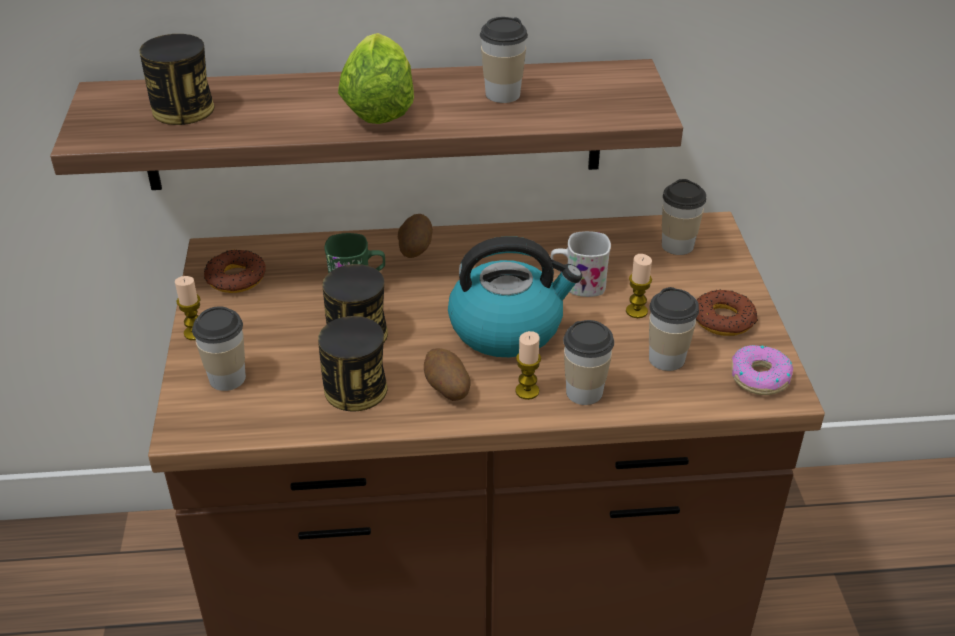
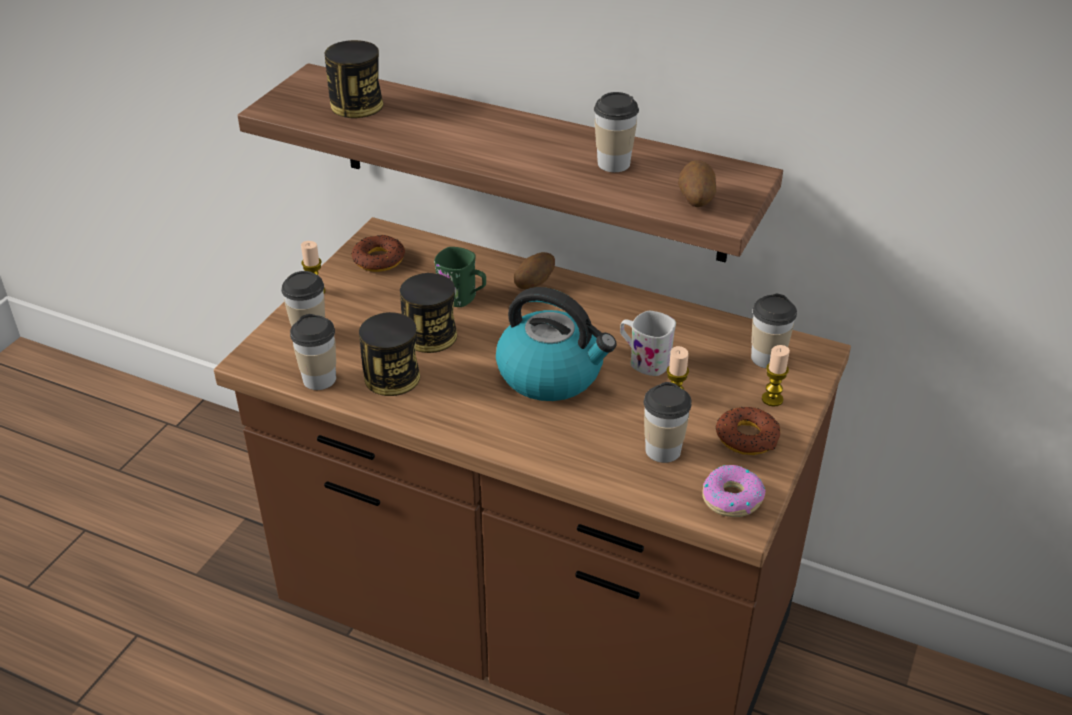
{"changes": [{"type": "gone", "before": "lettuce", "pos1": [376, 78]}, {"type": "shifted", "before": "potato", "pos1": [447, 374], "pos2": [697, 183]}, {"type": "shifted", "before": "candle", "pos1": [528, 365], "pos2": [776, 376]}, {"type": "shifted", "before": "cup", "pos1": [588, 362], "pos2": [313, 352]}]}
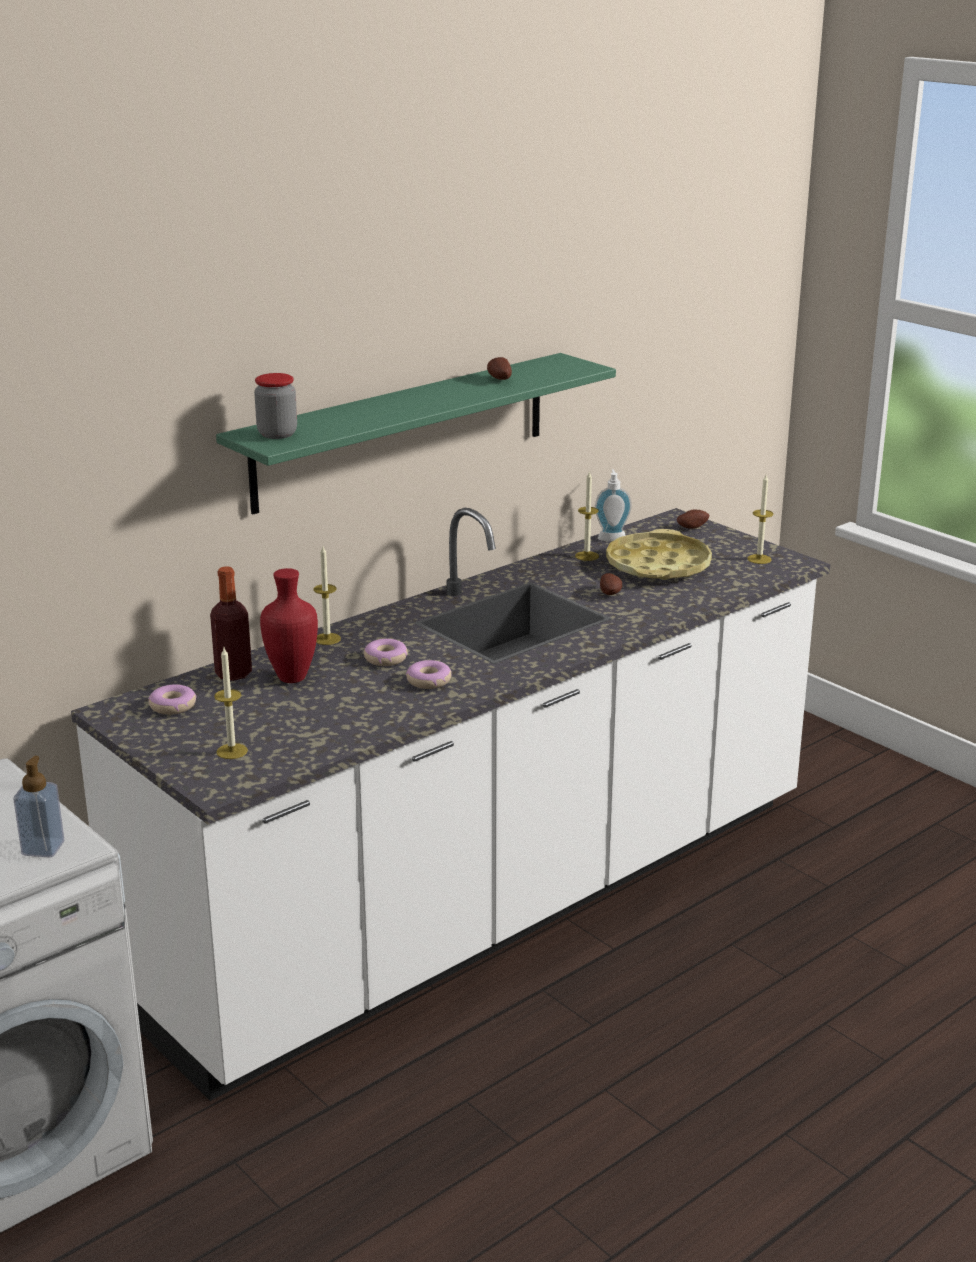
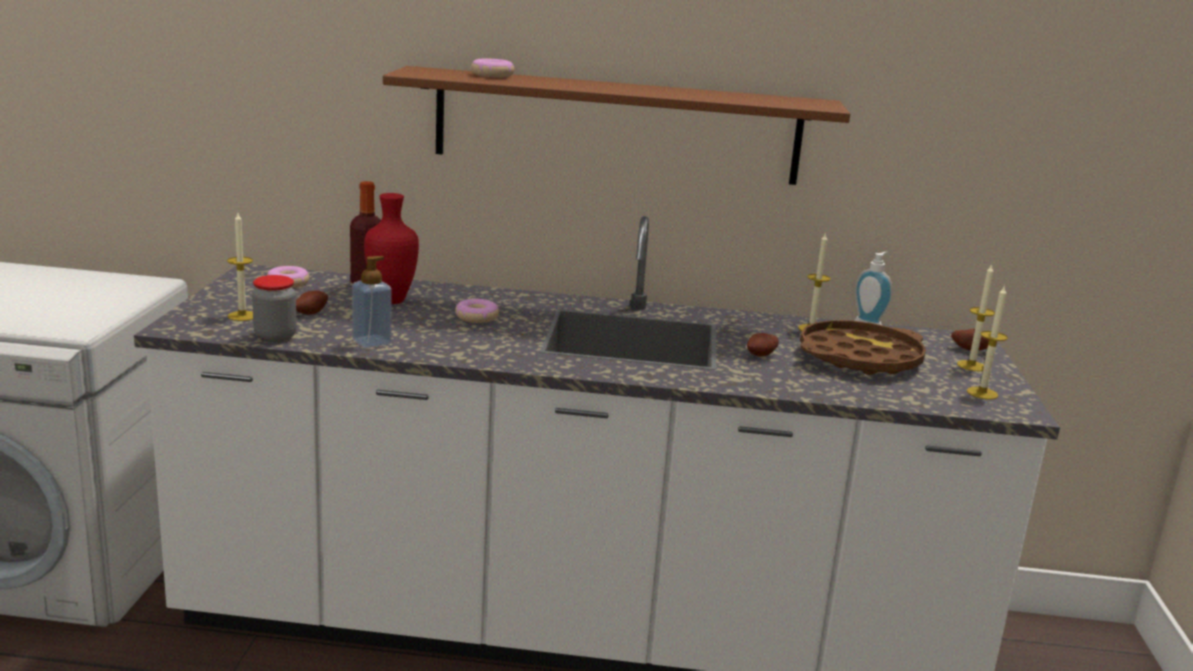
{"changes": [{"type": "shifted", "before": "soap dispenser", "pos1": [39, 806], "pos2": [372, 302]}, {"type": "shifted", "before": "jar", "pos1": [275, 406], "pos2": [274, 308]}, {"type": "shifted", "before": "candle", "pos1": [327, 595], "pos2": [976, 317]}, {"type": "shifted", "before": "donut", "pos1": [429, 674], "pos2": [493, 68]}, {"type": "shifted", "before": "potato", "pos1": [499, 368], "pos2": [312, 302]}, {"type": "repainted", "before": "green shelf", "after": "brown shelf", "pos1": [416, 433], "pos2": [616, 125]}, {"type": "repainted", "before": "yellow tray", "after": "brown tray", "pos1": [659, 554], "pos2": [863, 347]}]}
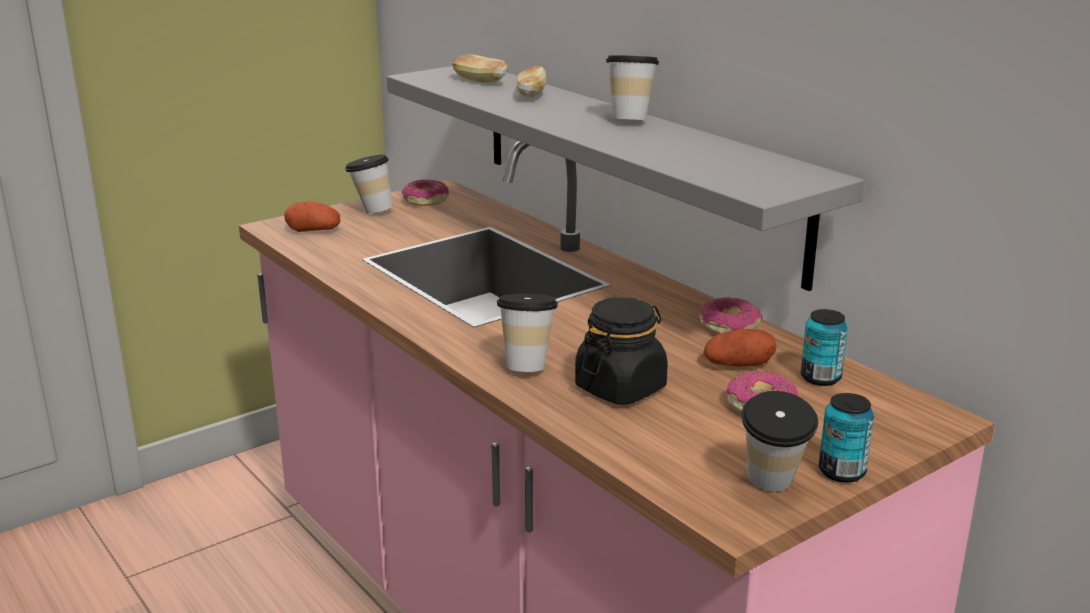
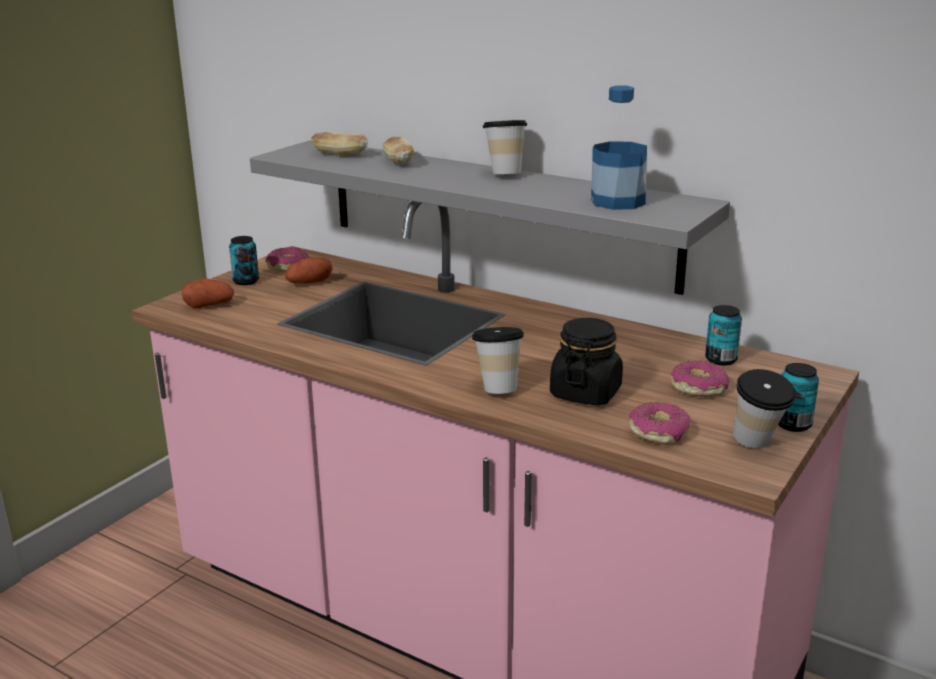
{"changes": [{"type": "new", "after": "bottle", "pos2": [619, 148]}, {"type": "shifted", "before": "donut", "pos1": [730, 315], "pos2": [659, 423]}, {"type": "shifted", "before": "potato", "pos1": [740, 348], "pos2": [308, 270]}, {"type": "swapped", "before": "cup", "after": "can", "pos1": [369, 184], "pos2": [244, 260]}]}
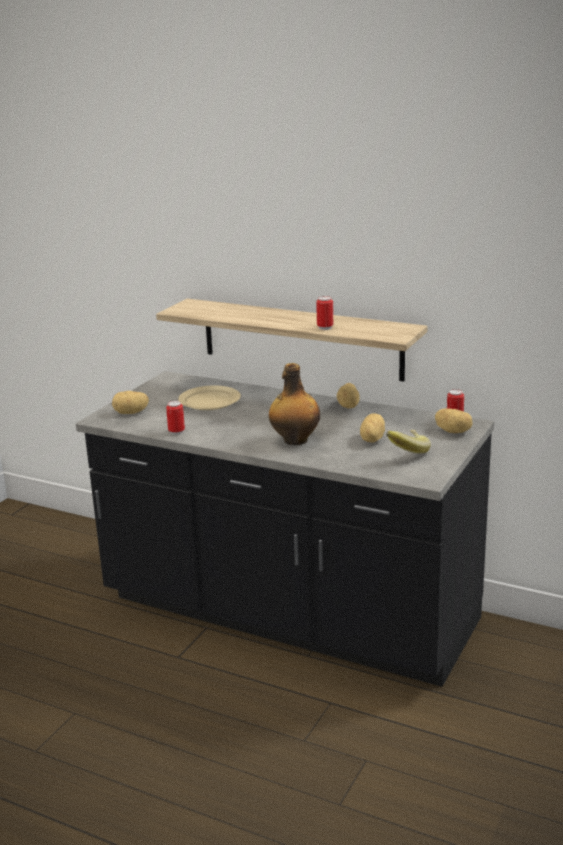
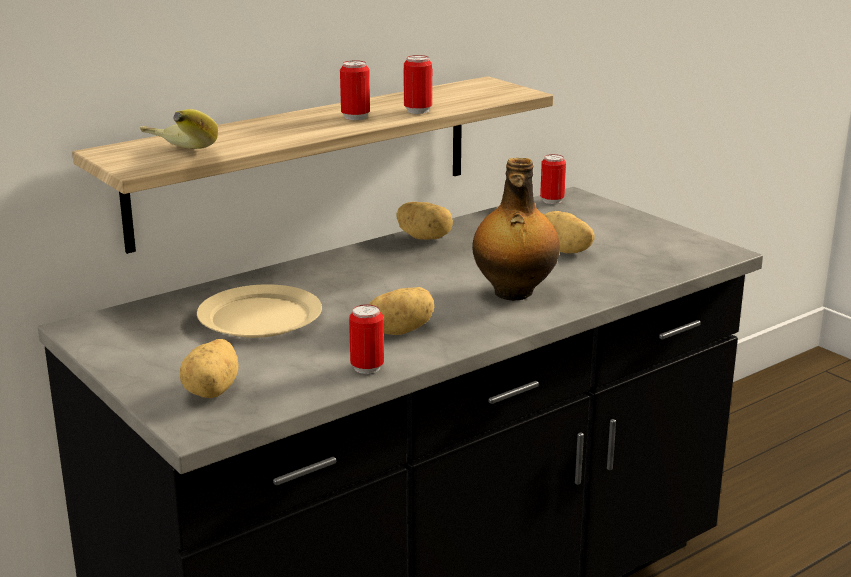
{"changes": [{"type": "new", "after": "can", "pos2": [355, 90]}, {"type": "shifted", "before": "banana", "pos1": [408, 442], "pos2": [179, 129]}, {"type": "shifted", "before": "potato", "pos1": [454, 420], "pos2": [402, 311]}]}
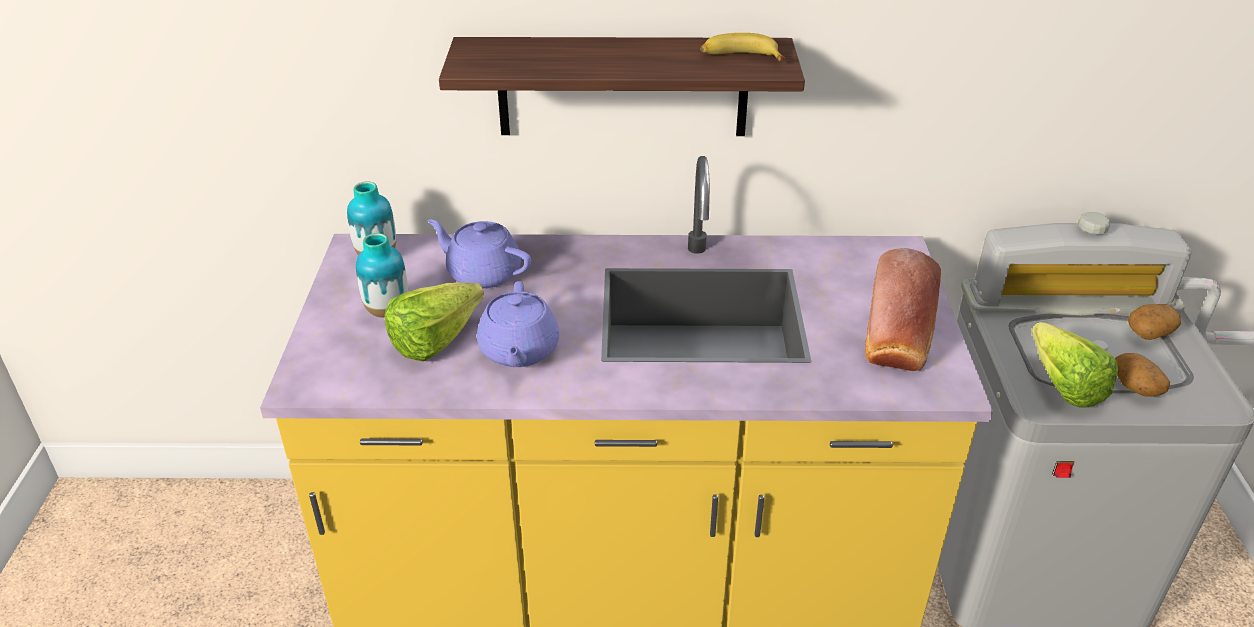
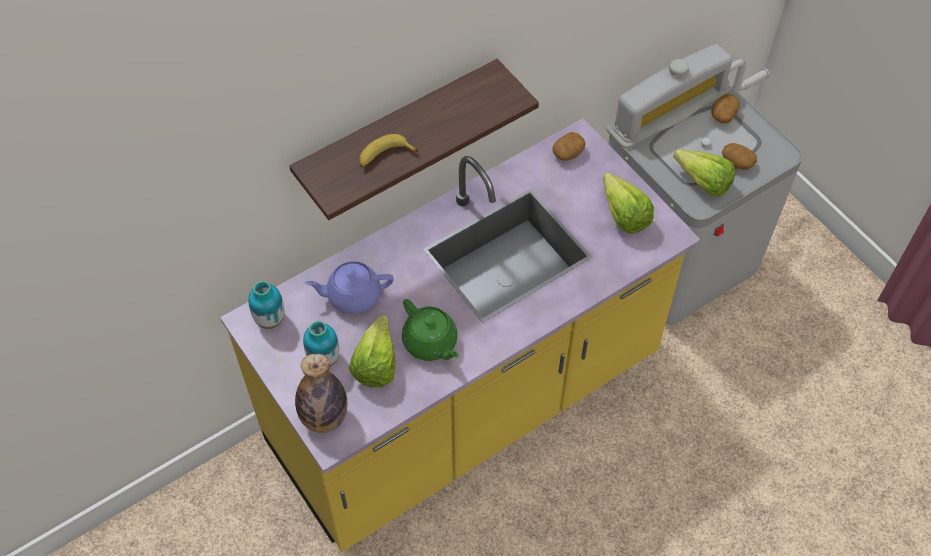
{"changes": [{"type": "new", "after": "bottle", "pos2": [321, 393]}, {"type": "new", "after": "potato", "pos2": [569, 146]}, {"type": "shifted", "before": "banana", "pos1": [742, 47], "pos2": [388, 150]}, {"type": "swapped", "before": "bread", "after": "lettuce", "pos1": [903, 309], "pos2": [628, 203]}, {"type": "repainted", "before": "purple teapot", "after": "green teapot", "pos1": [518, 324], "pos2": [430, 330]}]}
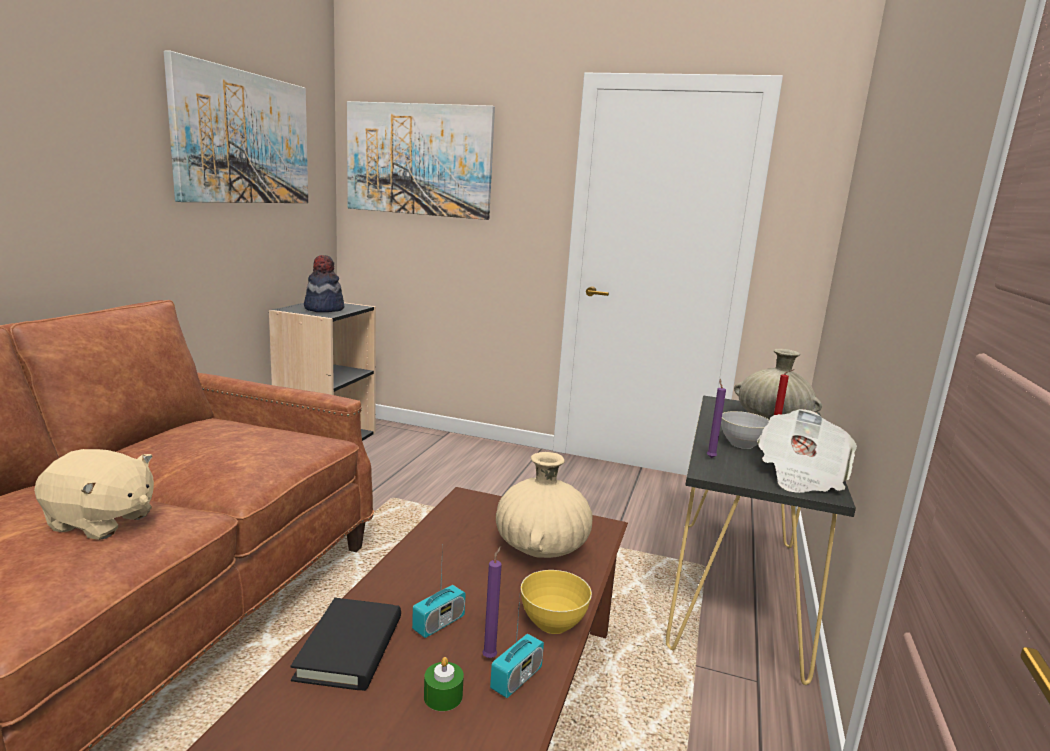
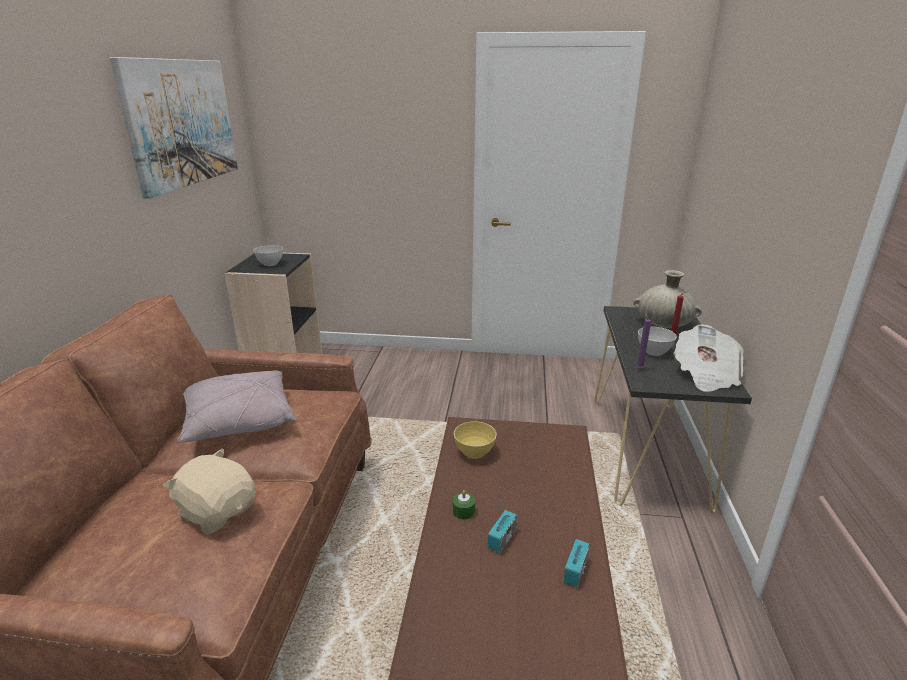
{"changes": [{"type": "gone", "before": "black book", "pos1": [345, 644]}, {"type": "gone", "before": "picture", "pos1": [421, 160]}, {"type": "gone", "before": "purple candle", "pos1": [492, 602]}, {"type": "gone", "before": "beige vase", "pos1": [544, 505]}, {"type": "new", "after": "purple pillow", "pos2": [236, 406]}, {"type": "shifted", "before": "green candle", "pos1": [444, 684], "pos2": [464, 505]}, {"type": "shifted", "before": "yellow bowl", "pos1": [556, 602], "pos2": [475, 440]}, {"type": "swapped", "before": "hat", "after": "grey bowl", "pos1": [324, 283], "pos2": [268, 255]}, {"type": "rotated", "before": "beige plush toy", "pos1": [94, 494], "pos2": [209, 491], "turn": -150}]}
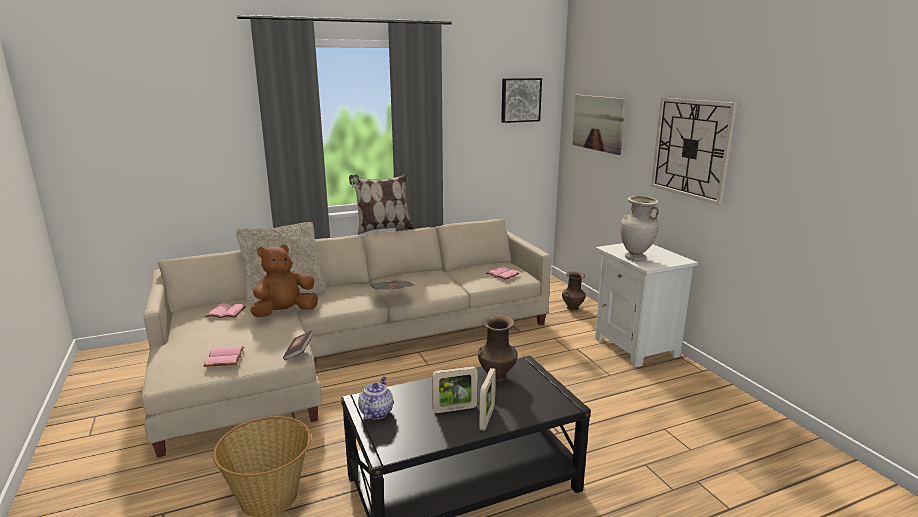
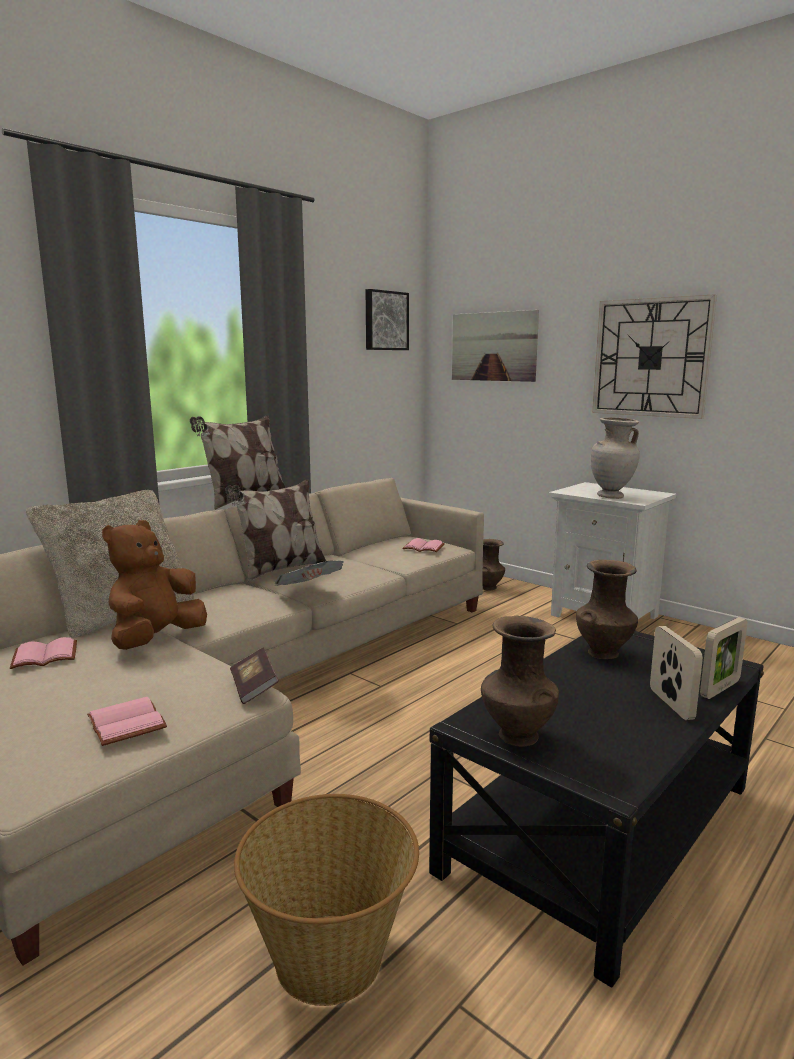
{"changes": [{"type": "new", "after": "pillow", "pos2": [275, 530]}, {"type": "shifted", "before": "picture frame", "pos1": [455, 389], "pos2": [723, 658]}, {"type": "swapped", "before": "teapot", "after": "brown vase", "pos1": [375, 398], "pos2": [520, 681]}]}
